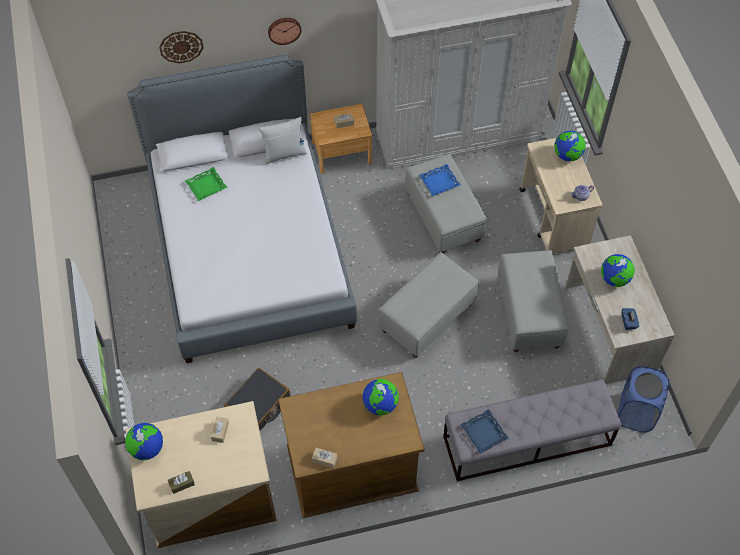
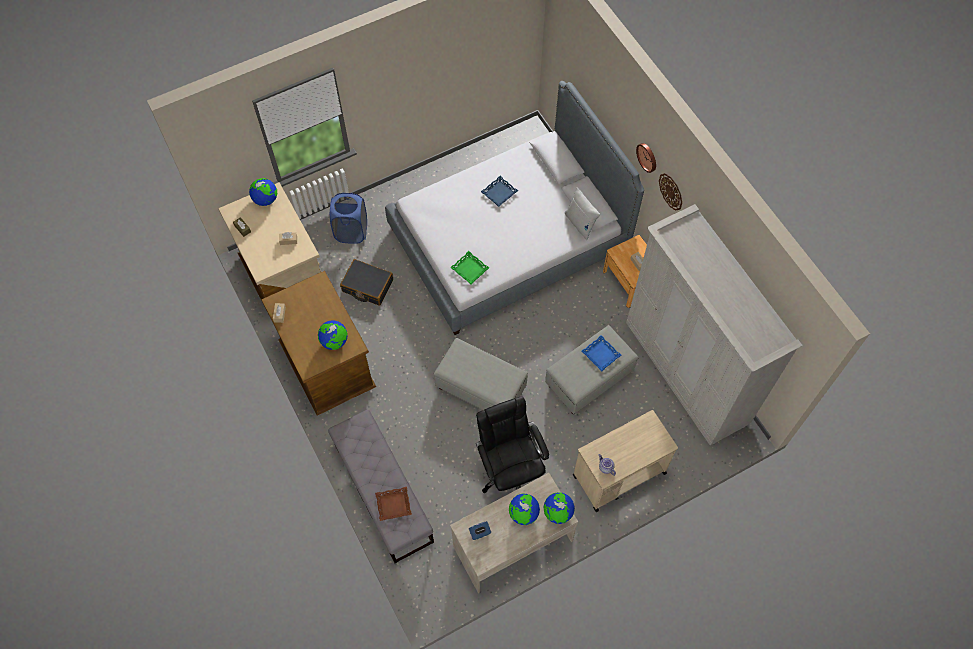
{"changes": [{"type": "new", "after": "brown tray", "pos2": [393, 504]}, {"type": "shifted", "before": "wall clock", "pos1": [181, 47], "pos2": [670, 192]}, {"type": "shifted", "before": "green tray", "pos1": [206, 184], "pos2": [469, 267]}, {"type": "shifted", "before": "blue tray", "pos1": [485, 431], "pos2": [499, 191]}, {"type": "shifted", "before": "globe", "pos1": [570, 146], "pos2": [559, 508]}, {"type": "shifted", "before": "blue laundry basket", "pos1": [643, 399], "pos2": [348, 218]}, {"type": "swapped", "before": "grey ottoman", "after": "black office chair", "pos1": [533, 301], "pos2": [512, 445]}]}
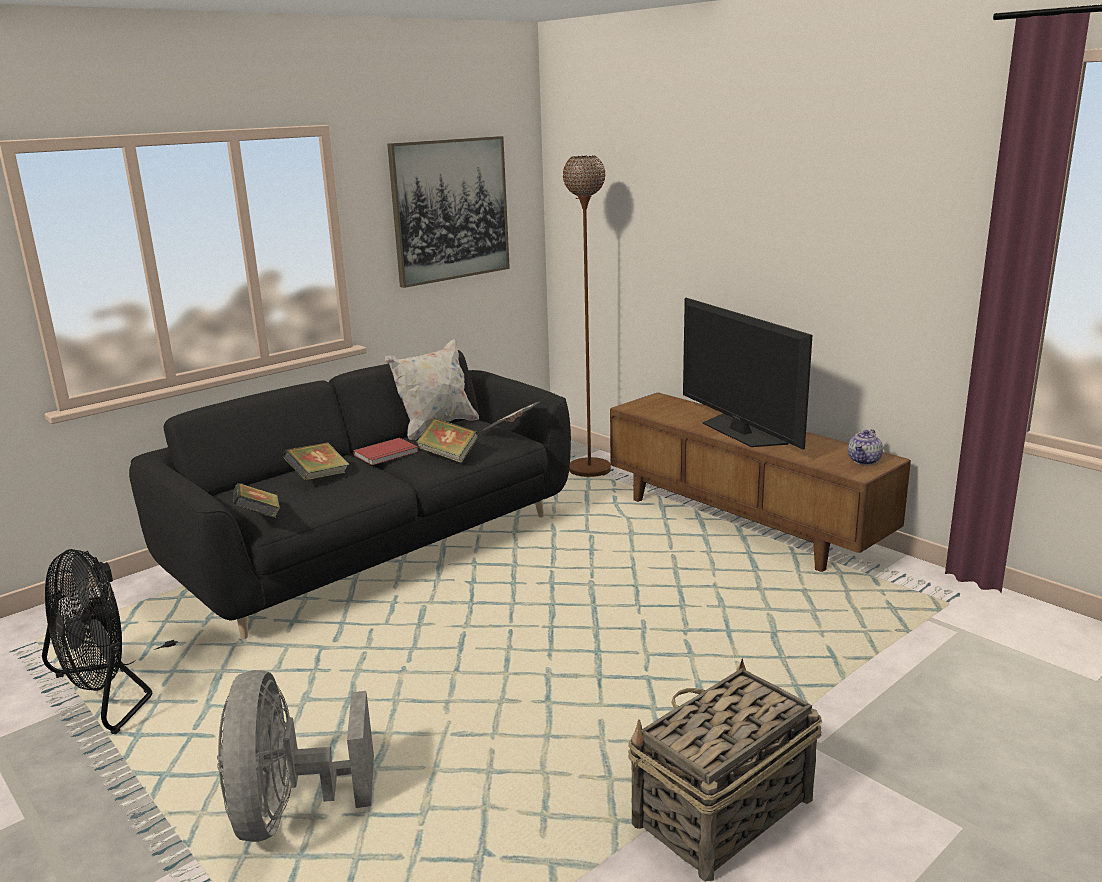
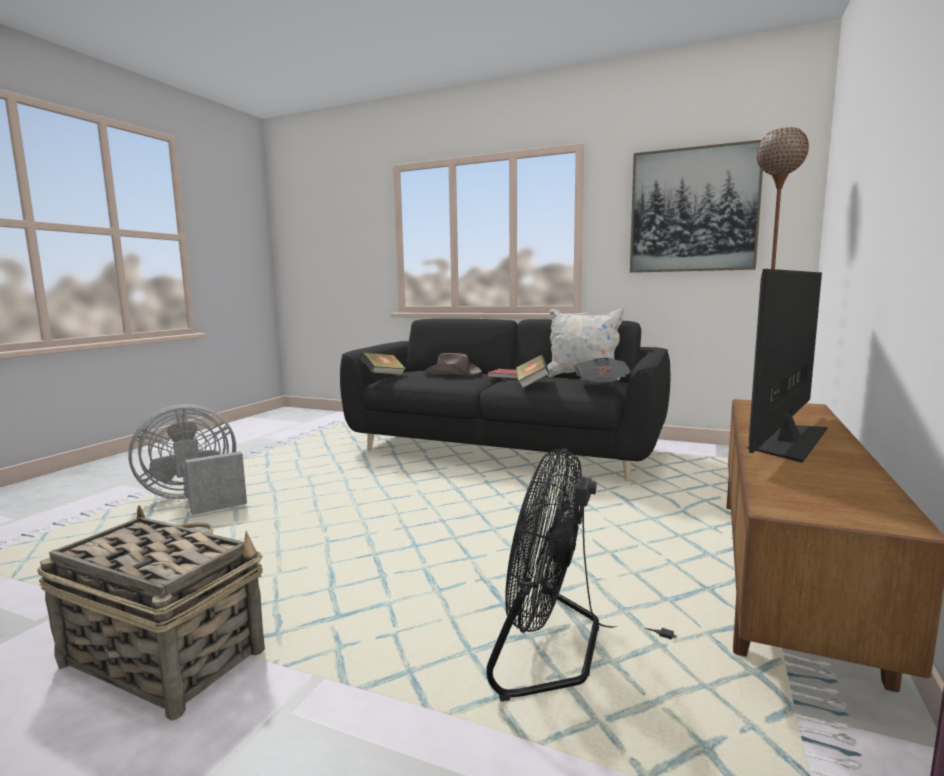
{"changes": [{"type": "gone", "before": "teapot", "pos1": [865, 447]}, {"type": "shifted", "before": "black fan", "pos1": [110, 641], "pos2": [581, 574]}, {"type": "swapped", "before": "book", "after": "brown hat", "pos1": [315, 461], "pos2": [453, 364]}]}
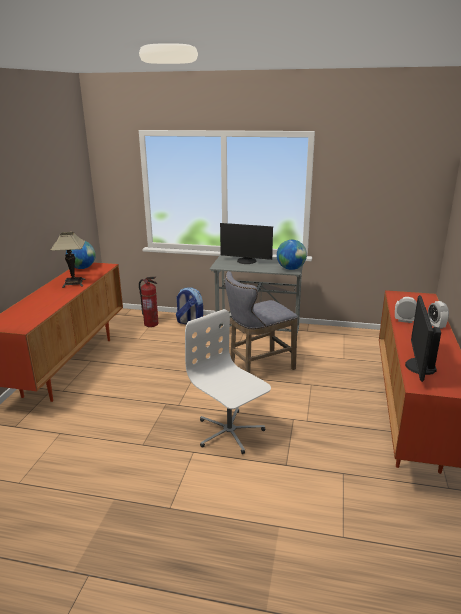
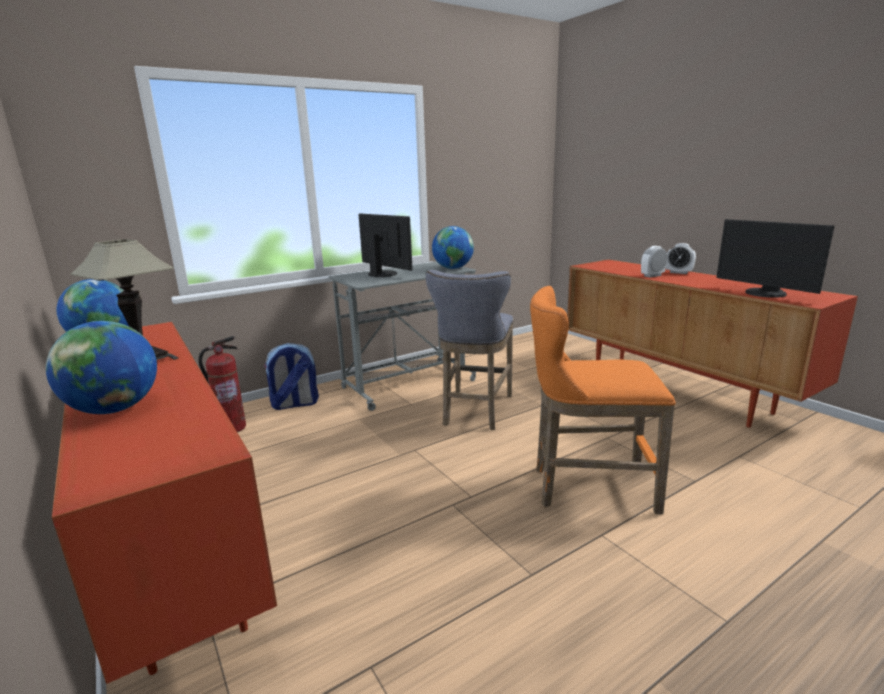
{"changes": [{"type": "new", "after": "globe", "pos2": [101, 367]}, {"type": "swapped", "before": "white office chair", "after": "orange stool", "pos1": [228, 381], "pos2": [603, 400]}, {"type": "rotated", "before": "monitor", "pos1": [246, 243], "pos2": [386, 245], "turn": -105}]}
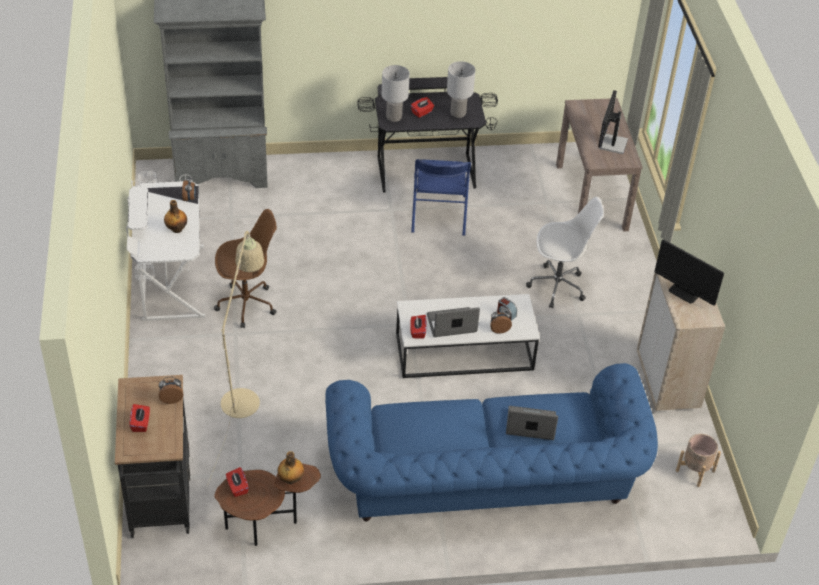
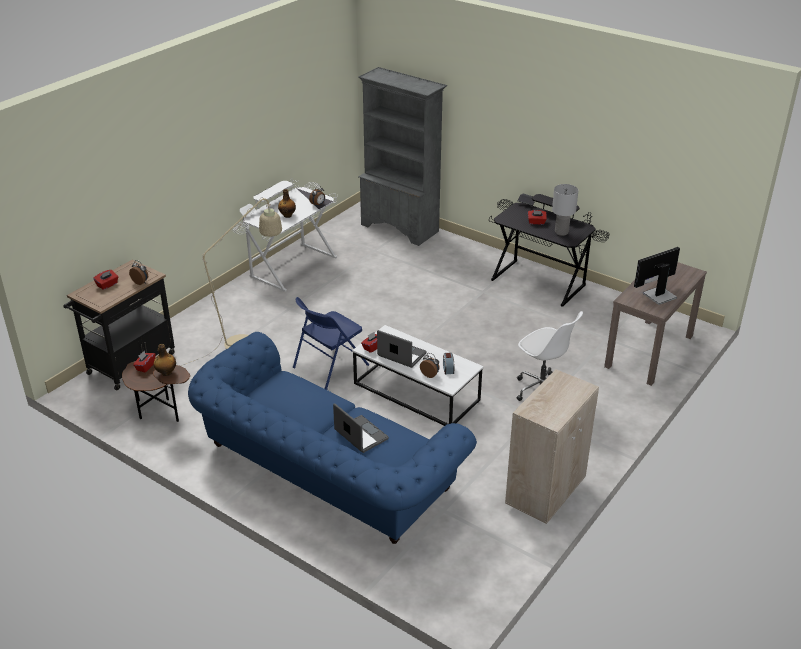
{"changes": [{"type": "gone", "before": "brown office chair", "pos1": [245, 268]}, {"type": "gone", "before": "grey table lamp", "pos1": [396, 93]}, {"type": "gone", "before": "monitor", "pos1": [689, 272]}, {"type": "gone", "before": "beige planter", "pos1": [698, 460]}, {"type": "shifted", "before": "blue chair", "pos1": [441, 197], "pos2": [331, 343]}]}
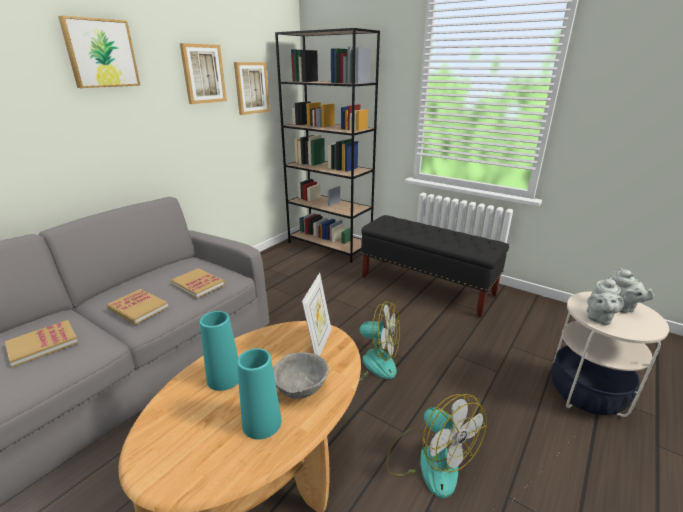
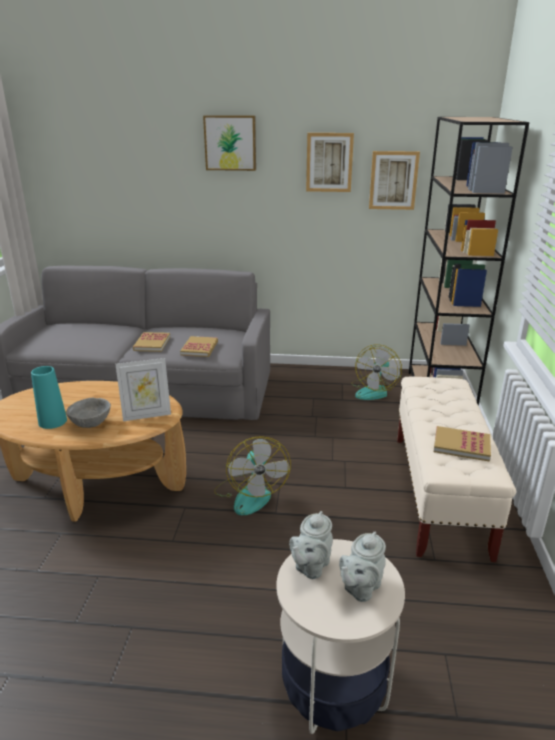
{"changes": [{"type": "gone", "before": "turquoise vase", "pos1": [219, 351]}, {"type": "shifted", "before": "book", "pos1": [41, 344], "pos2": [462, 444]}, {"type": "shifted", "before": "fan", "pos1": [436, 446], "pos2": [376, 372]}, {"type": "repainted", "before": "black bench", "after": "beige bench", "pos1": [435, 266], "pos2": [456, 469]}, {"type": "rotated", "before": "grey teapot", "pos1": [605, 301], "pos2": [311, 545], "turn": -60}]}
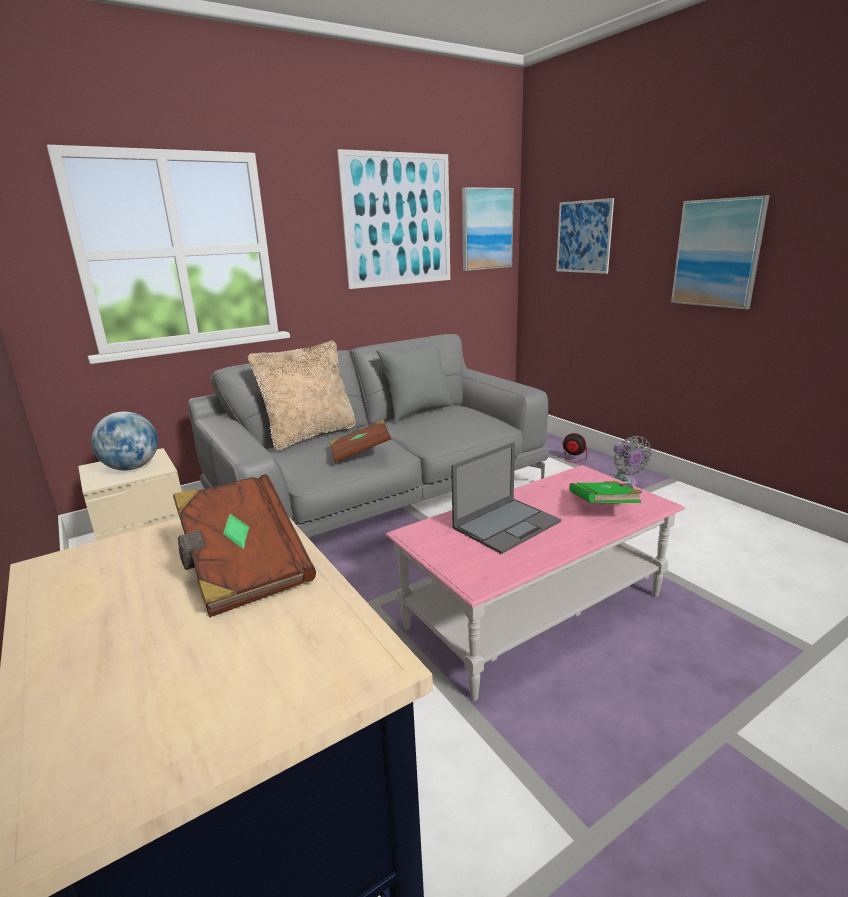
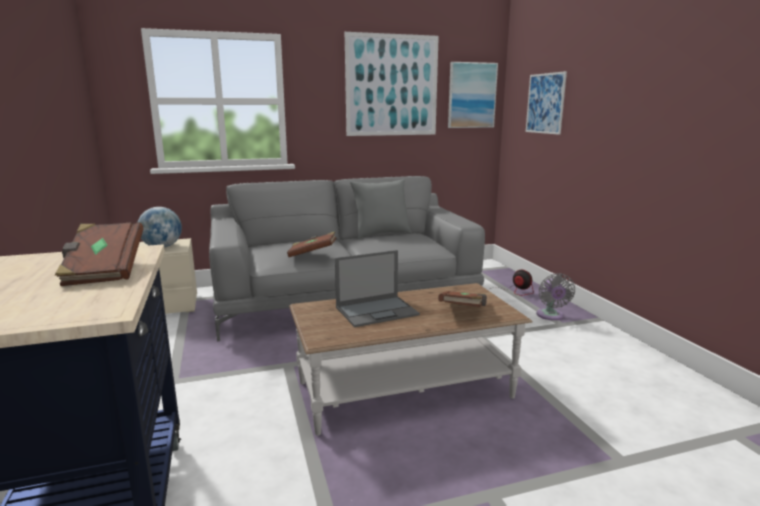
{"changes": [{"type": "gone", "before": "beige pillow", "pos1": [301, 395]}, {"type": "gone", "before": "picture", "pos1": [720, 252]}, {"type": "repainted", "before": "pink coffee table", "after": "brown coffee table", "pos1": [535, 583], "pos2": [411, 359]}, {"type": "repainted", "before": "green book", "after": "brown book", "pos1": [605, 492], "pos2": [462, 299]}]}
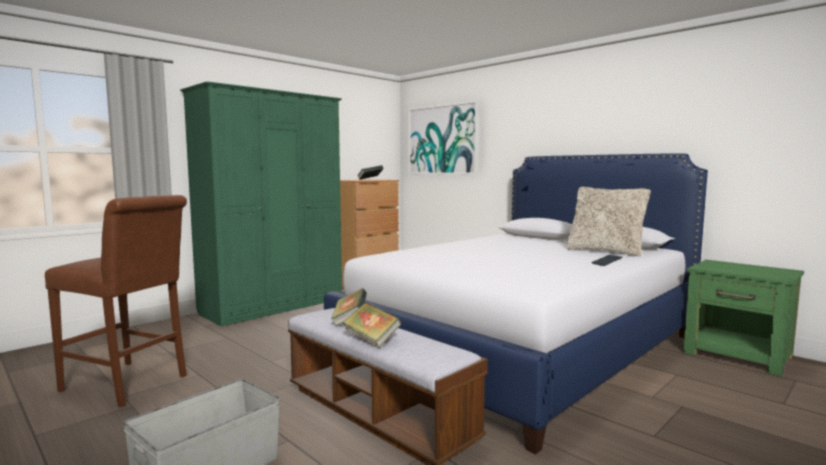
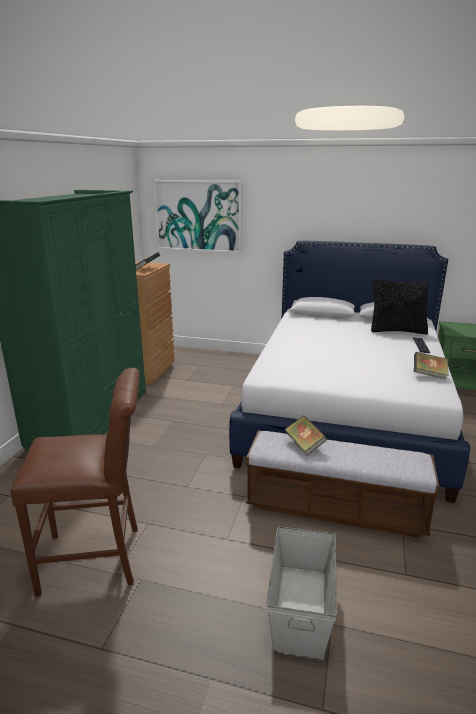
{"changes": [{"type": "shifted", "before": "book", "pos1": [372, 324], "pos2": [431, 365]}, {"type": "repainted", "before": "beige pillow", "after": "black pillow", "pos1": [608, 221], "pos2": [399, 306]}]}
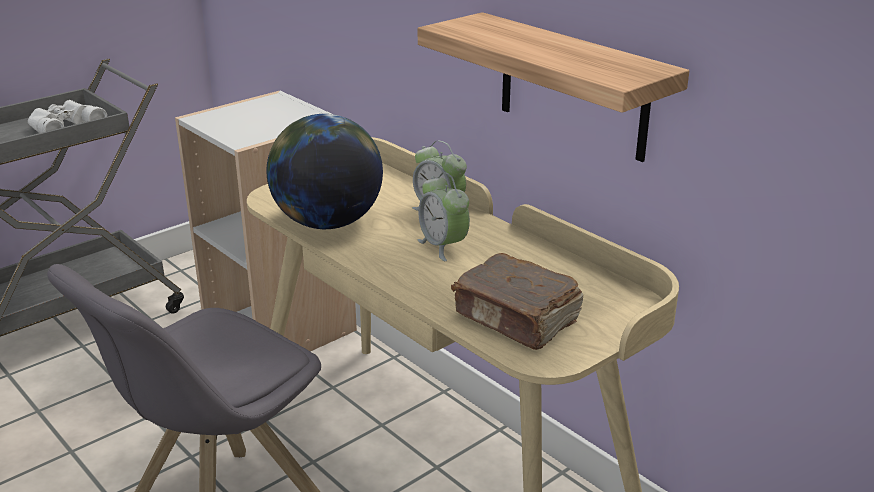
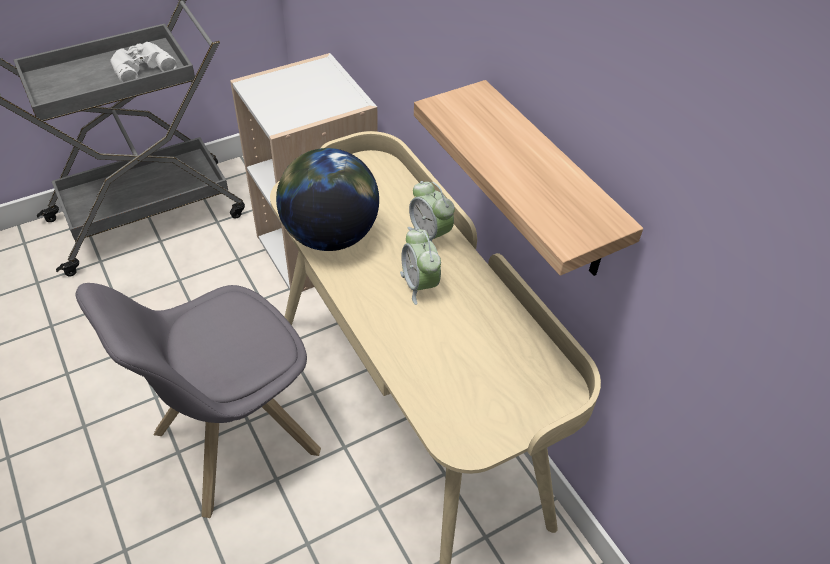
{"changes": [{"type": "gone", "before": "brown book", "pos1": [517, 301]}]}
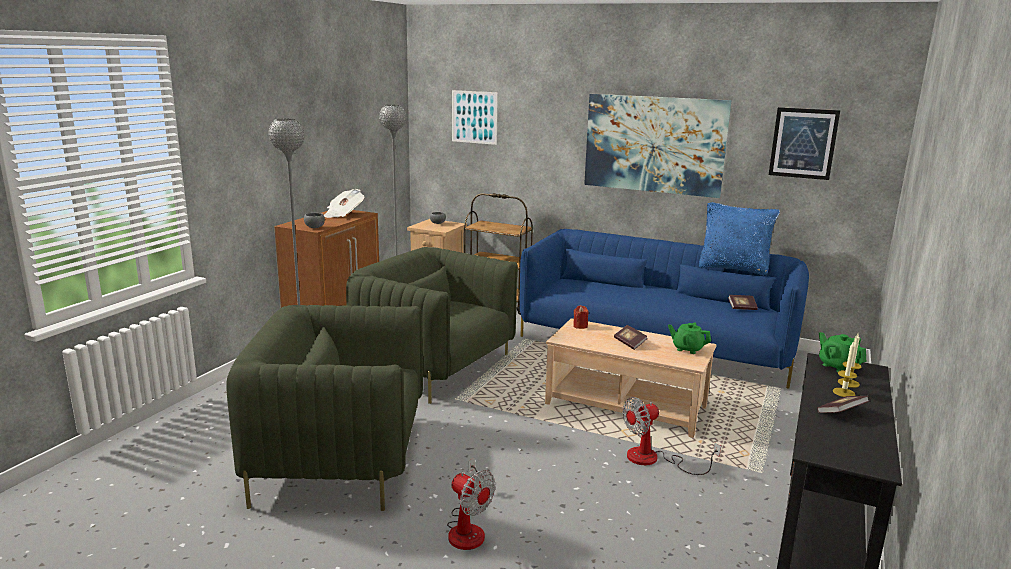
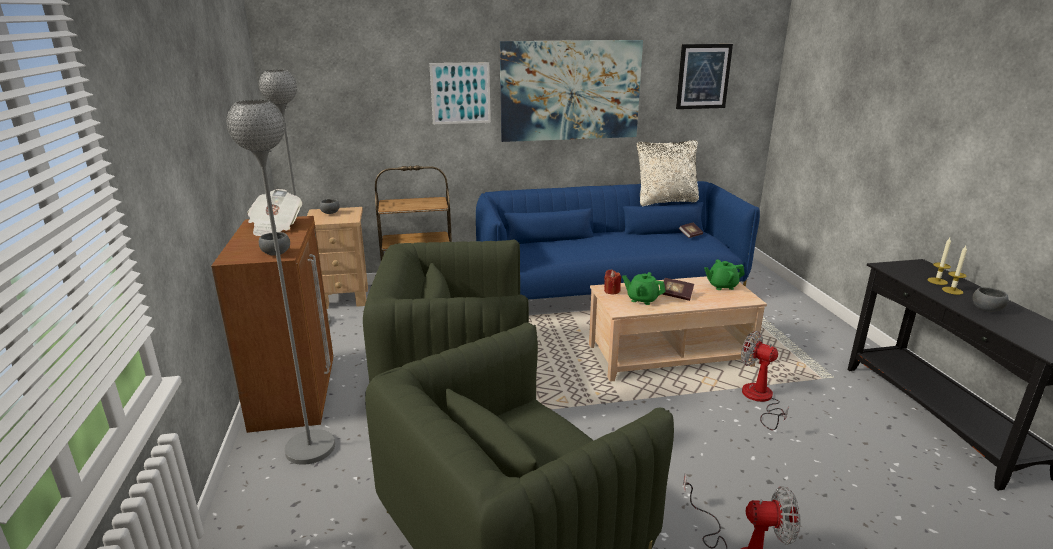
{"changes": [{"type": "shifted", "before": "picture", "pos1": [475, 117], "pos2": [460, 93]}, {"type": "shifted", "before": "green teapot", "pos1": [842, 352], "pos2": [643, 288]}, {"type": "swapped", "before": "book", "after": "grey bowl", "pos1": [843, 404], "pos2": [990, 299]}, {"type": "repainted", "before": "blue pillow", "after": "beige pillow", "pos1": [739, 238], "pos2": [667, 173]}, {"type": "rotated", "before": "fan", "pos1": [671, 436], "pos2": [765, 380], "turn": 105}]}
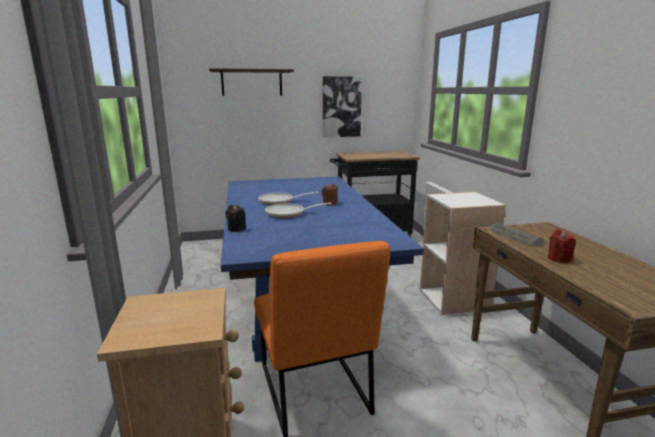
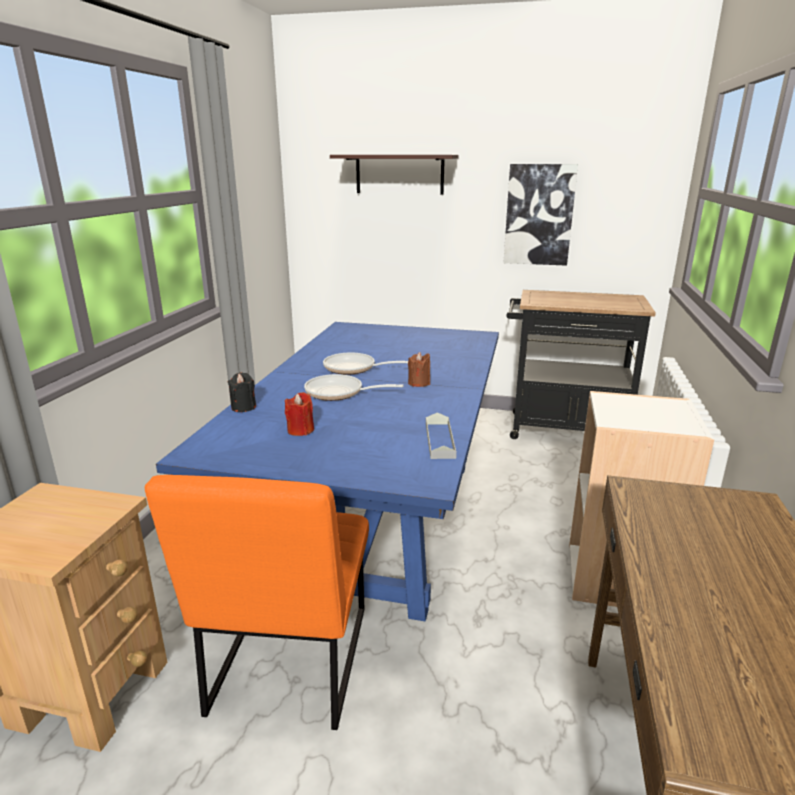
{"changes": [{"type": "shifted", "before": "grey tray", "pos1": [517, 234], "pos2": [441, 435]}, {"type": "shifted", "before": "red candle", "pos1": [562, 246], "pos2": [299, 414]}]}
